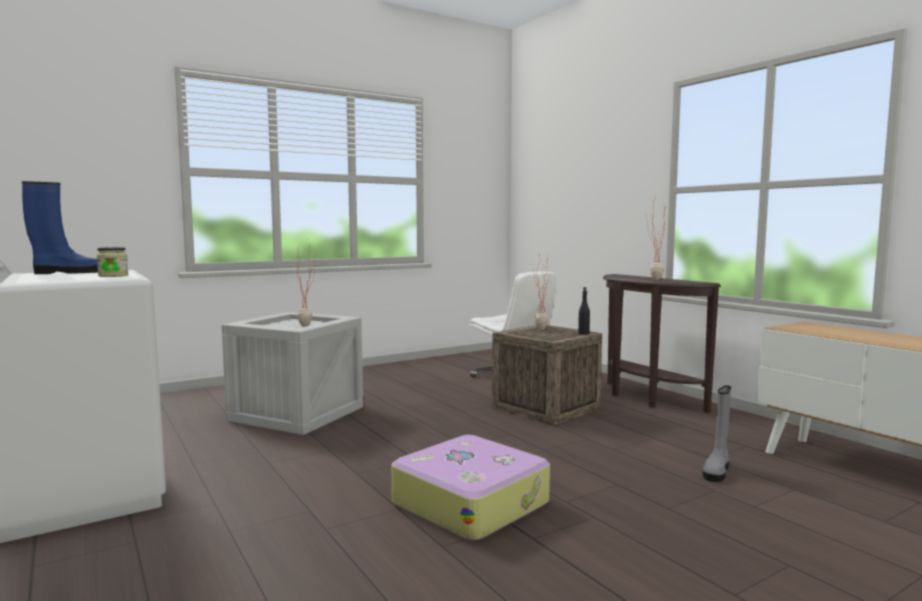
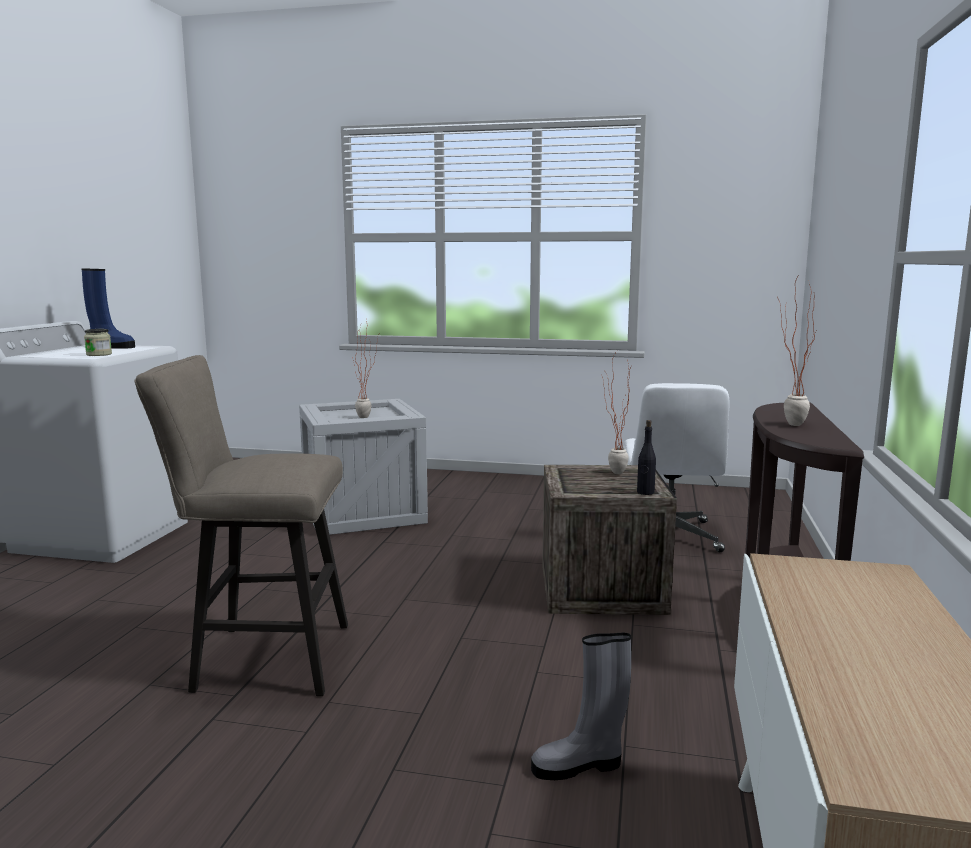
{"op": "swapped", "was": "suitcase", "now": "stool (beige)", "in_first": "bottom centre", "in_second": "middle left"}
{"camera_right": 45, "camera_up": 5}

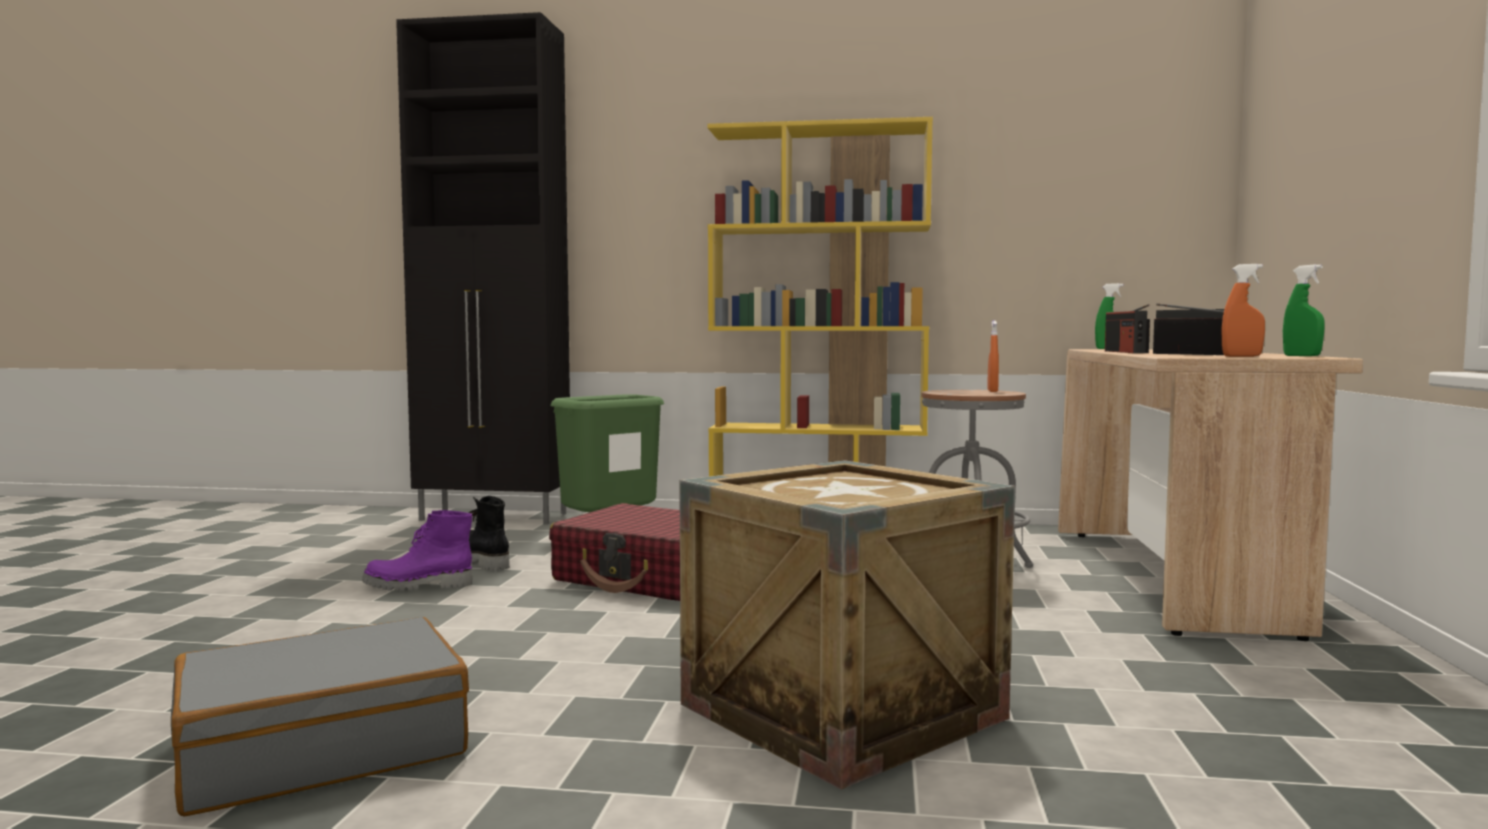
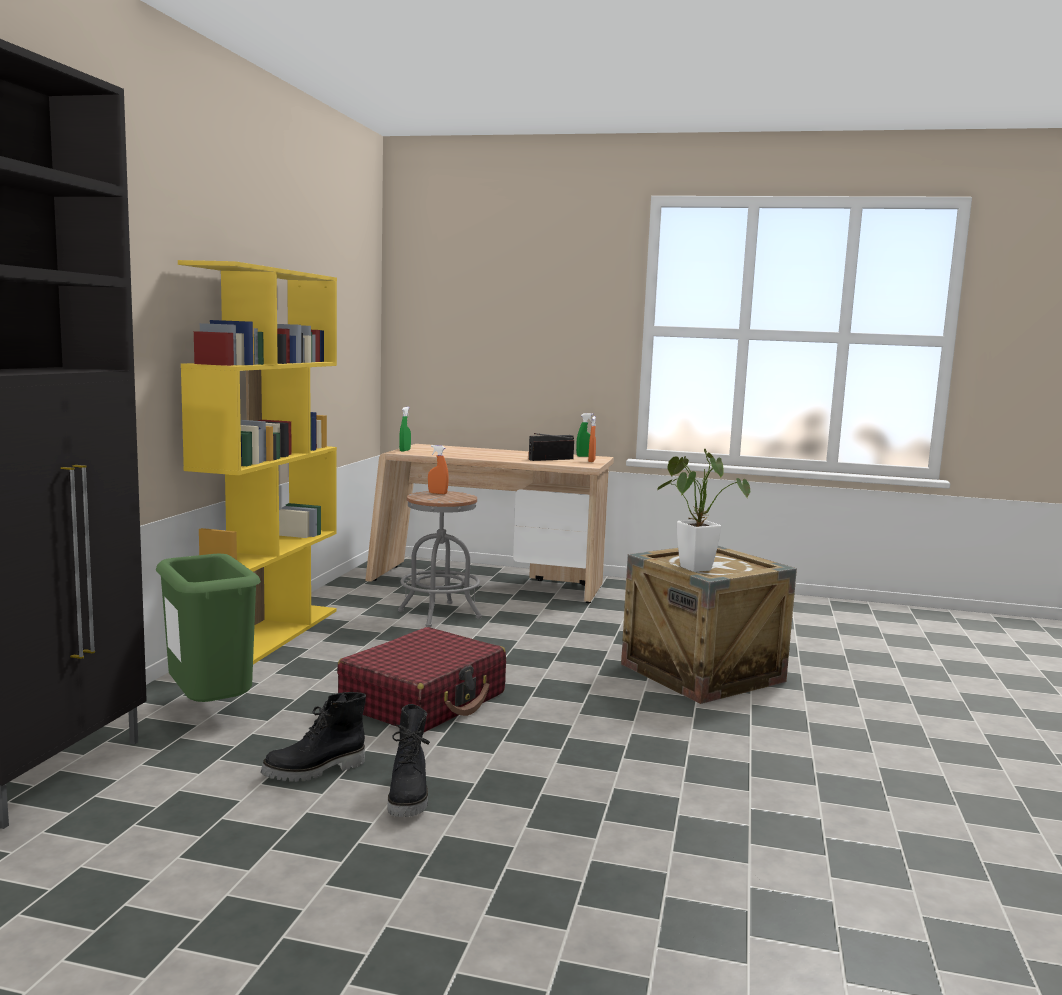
{"op": "gone", "was": "suitcase (grey)", "in_first": "bottom left"}
{"op": "repainted", "was": "boot (purple)", "now": "boot (black) (no. 2 from left)", "in_first": "middle left", "in_second": "bottom centre"}
{"op": "gone", "was": "radio (no. 1 from left)", "in_first": "middle right"}
{"op": "new", "now": "potted plant", "in_second": "centre"}
{"camera_right": -85, "camera_up": 5}

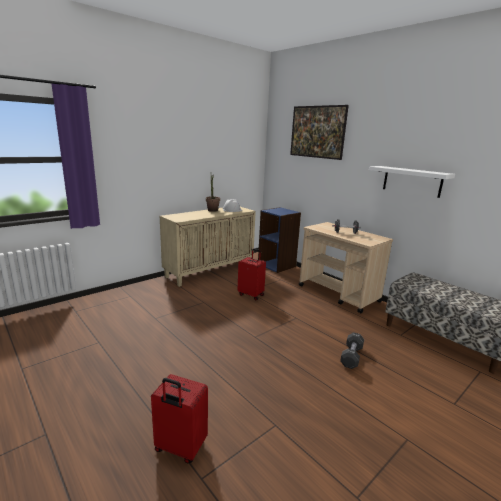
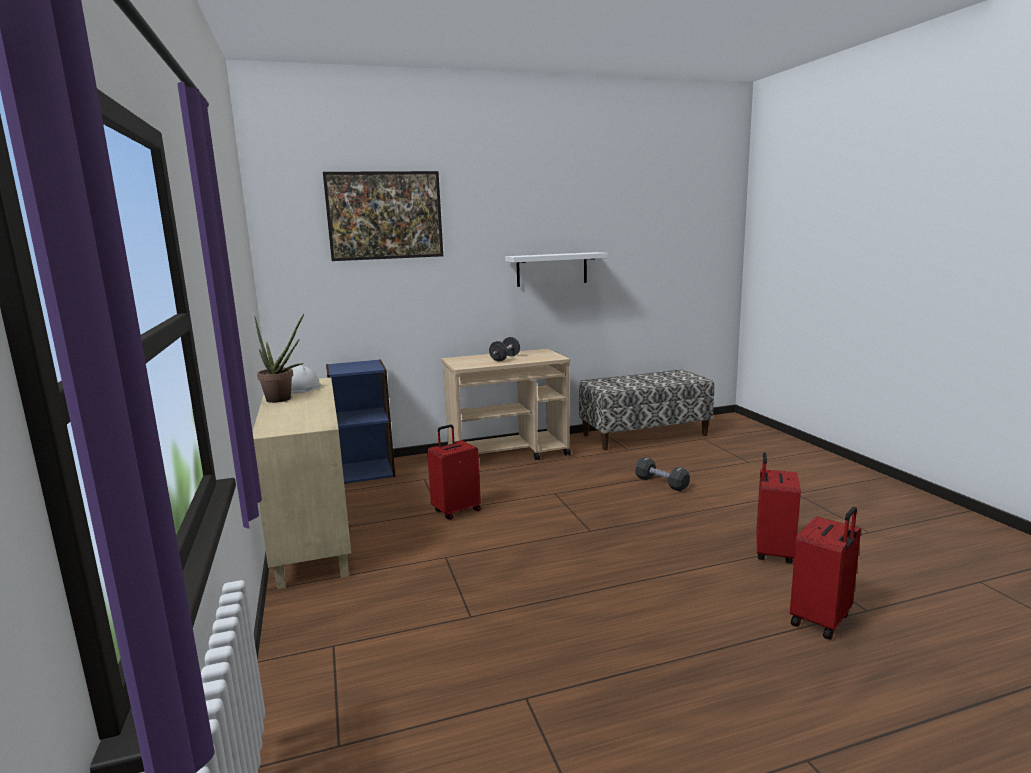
{"op": "new", "now": "suitcase (red) (no. 2 from left)", "in_second": "middle right"}
{"camera_right": -65, "camera_up": -5}

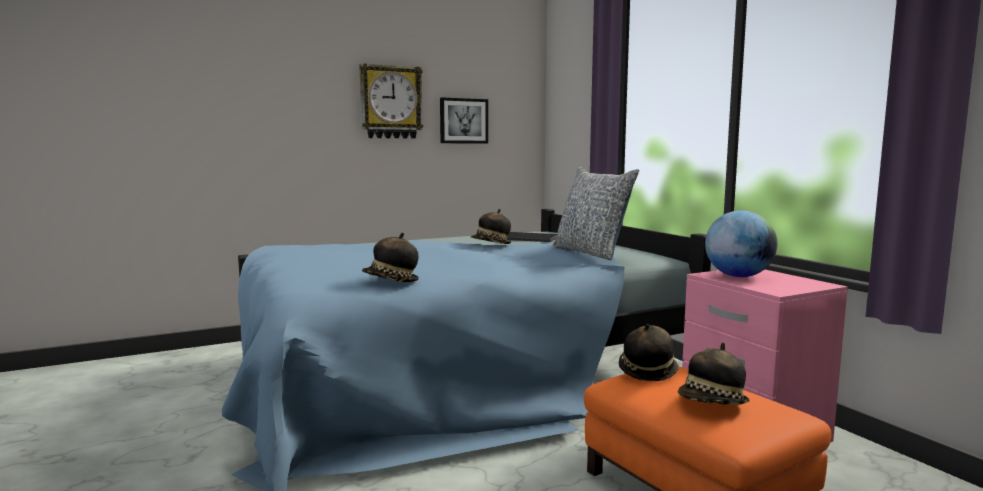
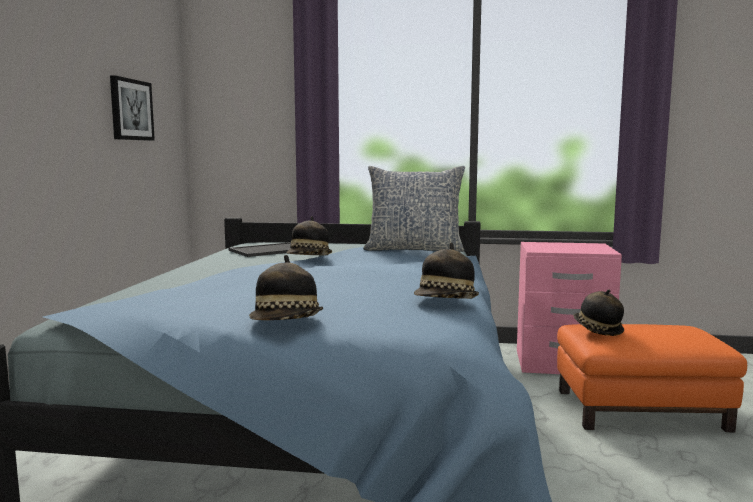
{"op": "gone", "was": "wall clock", "in_first": "top centre"}
{"op": "shifted", "was": "hat (no. 4 from left in the first image)", "now": "hat (no. 1 from left)", "in_first": "bottom right", "in_second": "centre"}
{"op": "gone", "was": "globe", "in_first": "middle right"}
{"camera_right": -55, "camera_up": 0}

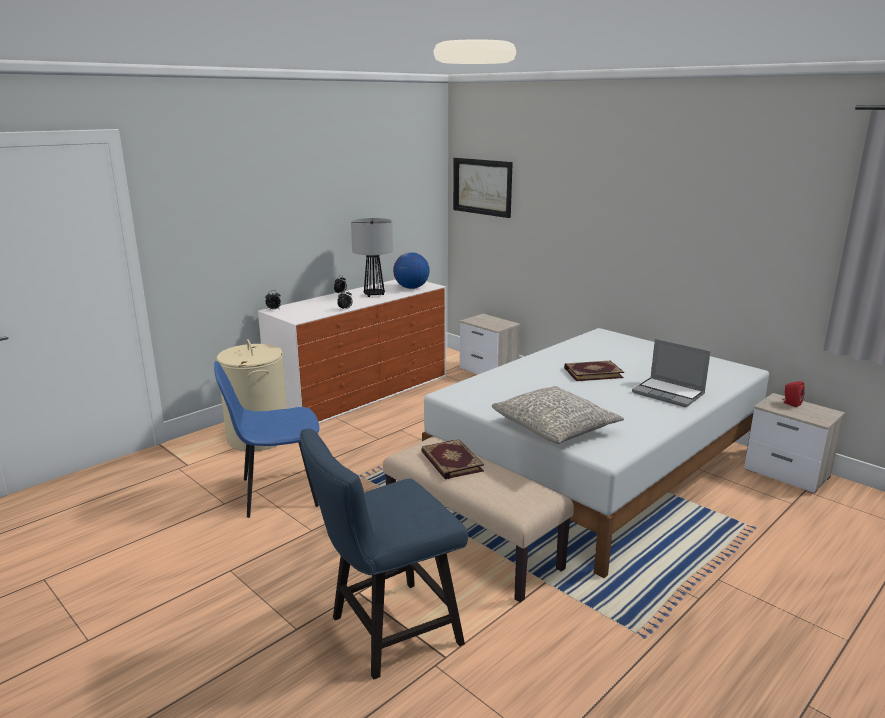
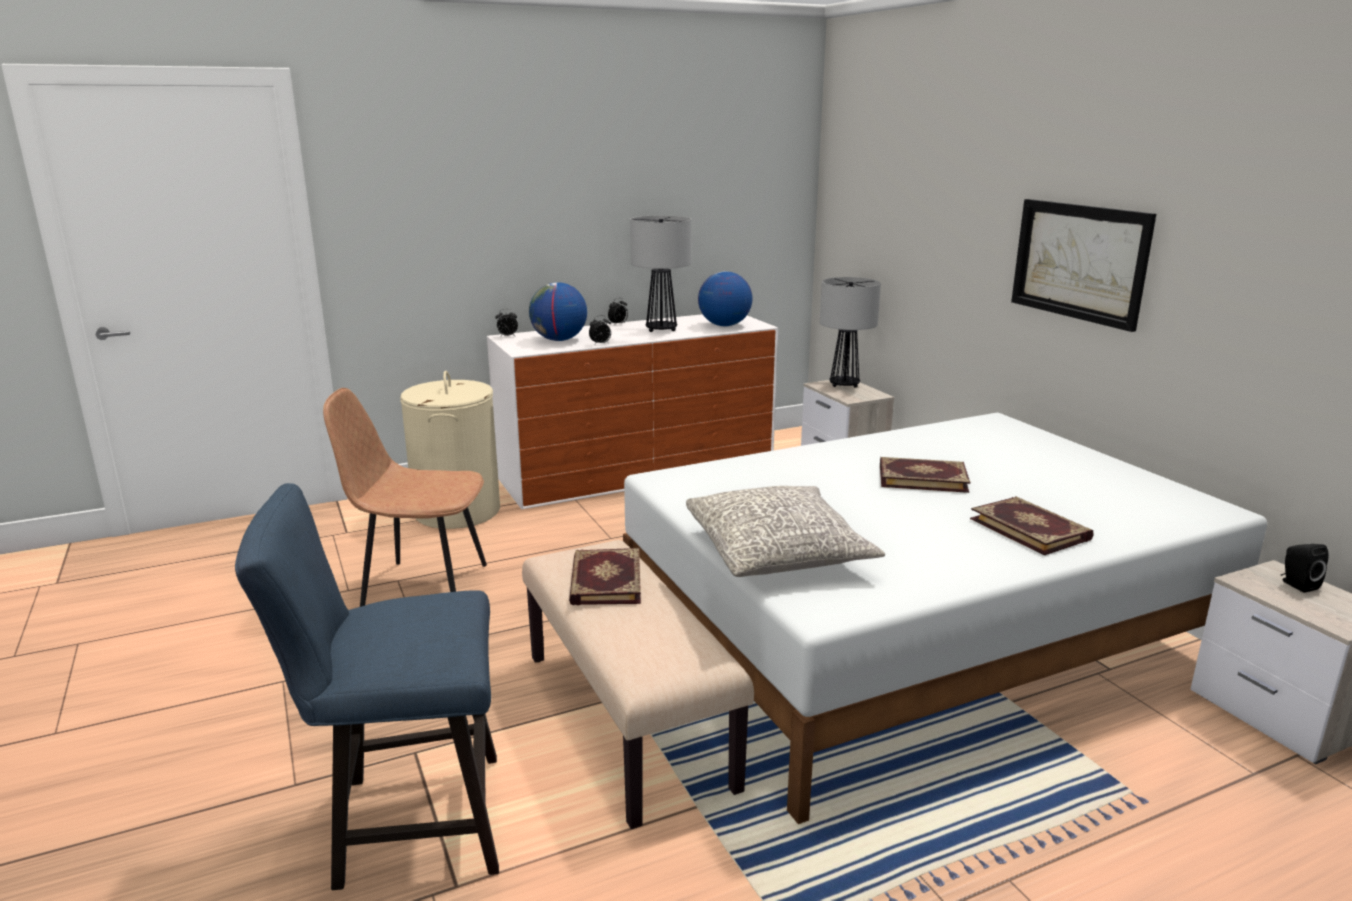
{"op": "repainted", "was": "chair (blue) (no. 1 from left)", "now": "chair (brown)", "in_first": "middle left", "in_second": "middle left"}
{"op": "shifted", "was": "picture", "in_first": "top centre", "in_second": "top right"}
{"op": "swapped", "was": "laptop", "now": "book (no. 3 from left)", "in_first": "middle right", "in_second": "middle right"}
{"op": "repainted", "was": "speaker (red)", "now": "speaker (black)", "in_first": "middle right", "in_second": "middle right"}
{"op": "new", "now": "globe (no. 1 from left)", "in_second": "centre"}
{"op": "new", "now": "table lamp (no. 2 from left)", "in_second": "centre"}
{"camera_right": 20, "camera_up": 0}

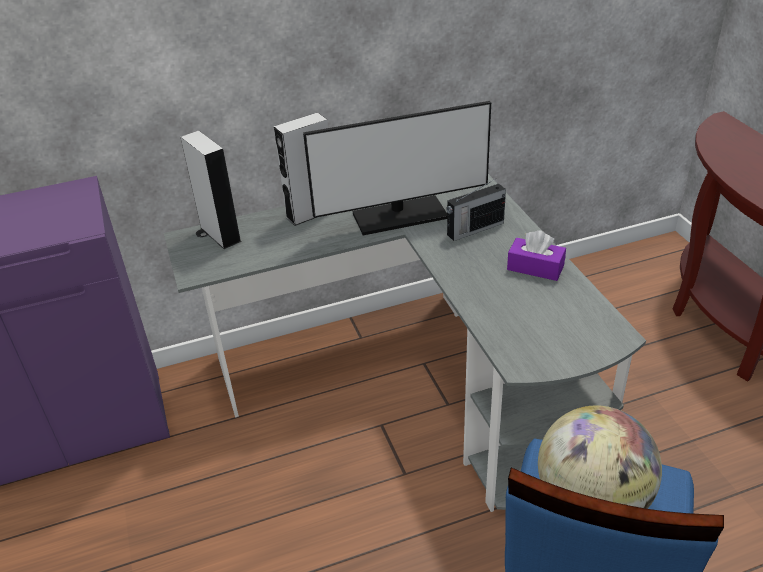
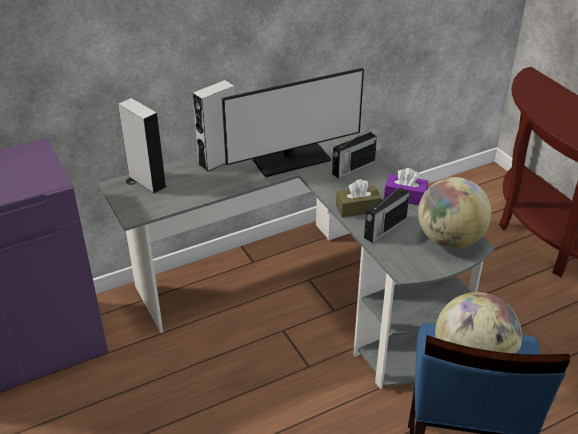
{"op": "new", "now": "tissue box (brown)", "in_second": "centre"}
{"op": "new", "now": "radio (no. 2 from left)", "in_second": "middle right"}
{"op": "new", "now": "globe (no. 1 from left)", "in_second": "middle right"}
{"camera_right": -10, "camera_up": 0}

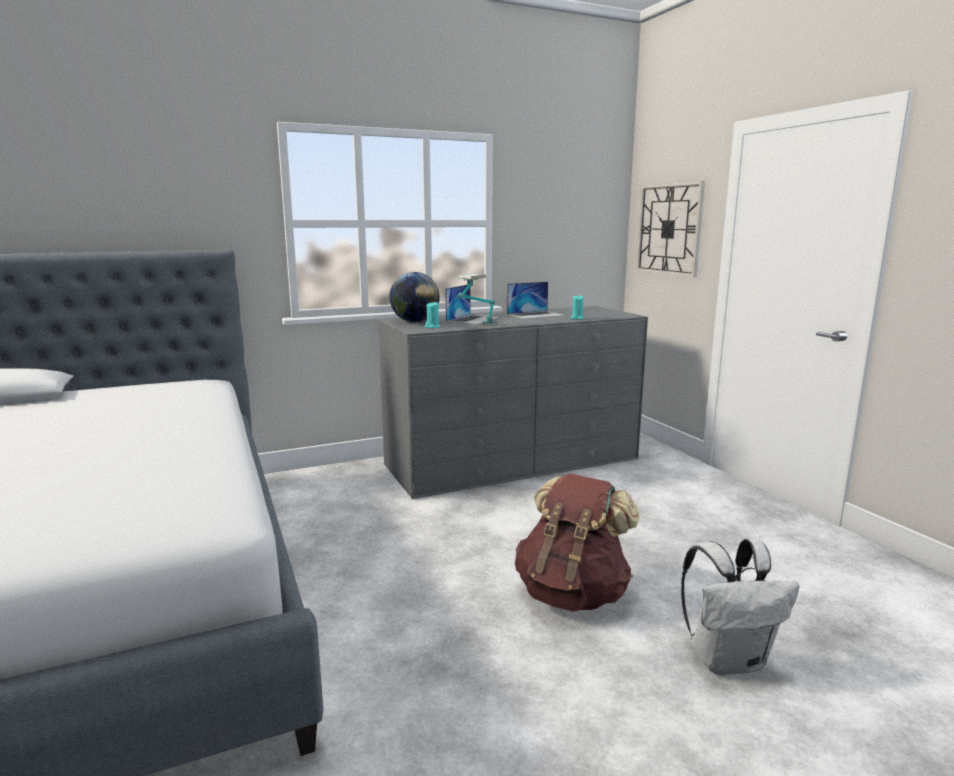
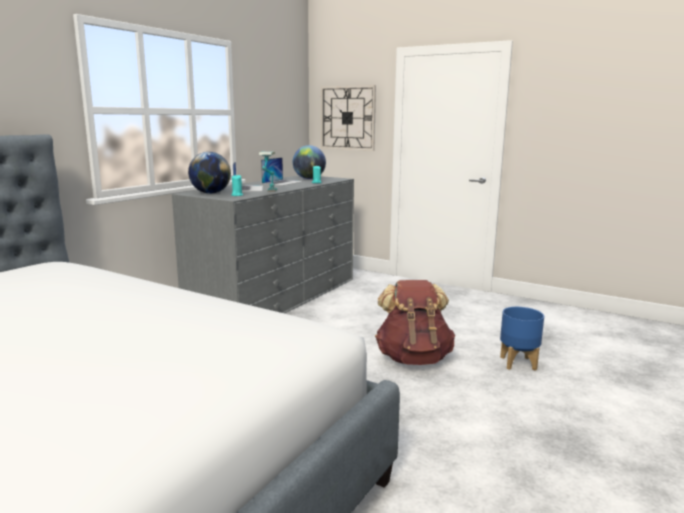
{"op": "swapped", "was": "backpack (white)", "now": "planter (blue)", "in_first": "bottom right", "in_second": "middle right"}
{"op": "new", "now": "globe (no. 2 from left)", "in_second": "top centre"}
{"camera_right": -35, "camera_up": 0}

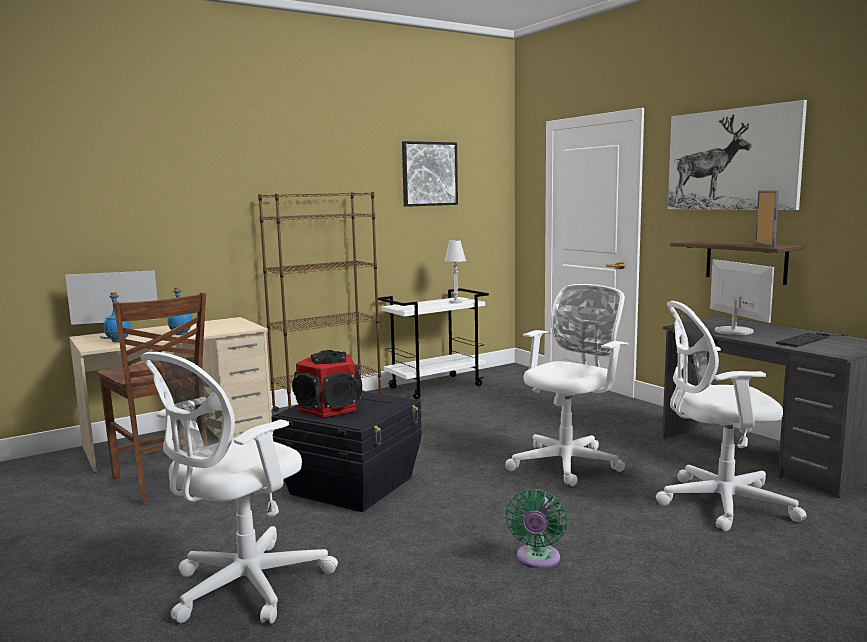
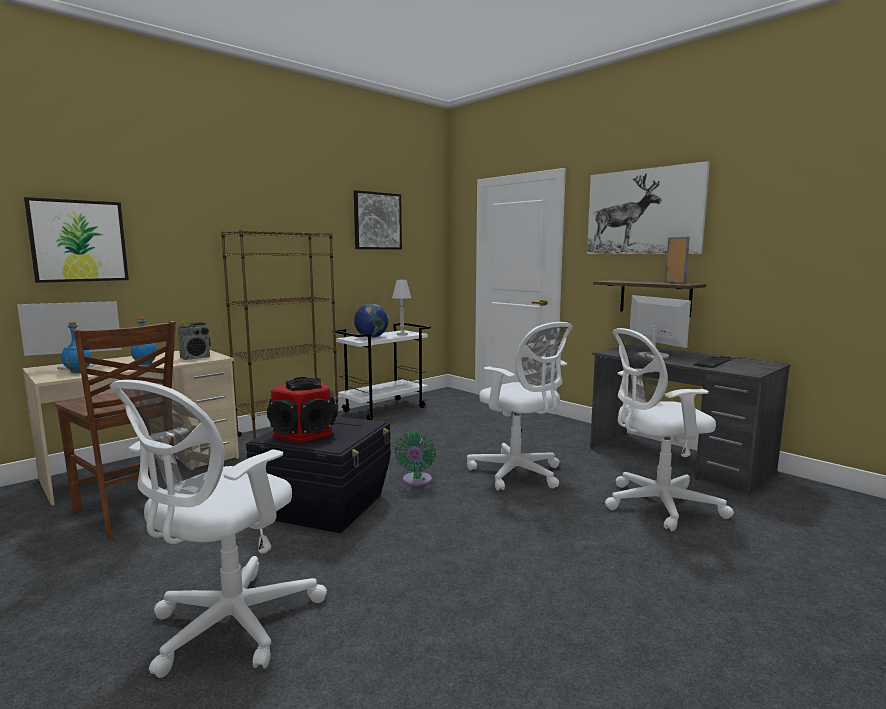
{"op": "rotated", "was": "office chair (white) (no. 2 from left)", "in_first": "centre", "in_second": "centre", "clockwise": 105}
{"op": "shifted", "was": "fan (green)", "in_first": "bottom centre", "in_second": "centre"}
{"op": "new", "now": "picture (no. 1 from left)", "in_second": "middle left"}
{"op": "new", "now": "radio", "in_second": "middle left"}
{"op": "new", "now": "globe", "in_second": "centre"}
{"camera_right": -10, "camera_up": 0}

